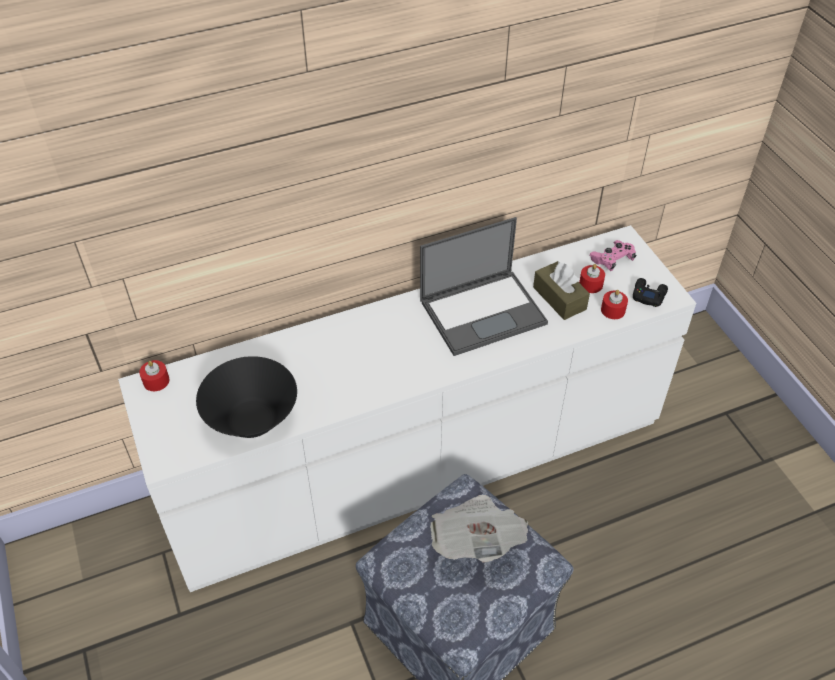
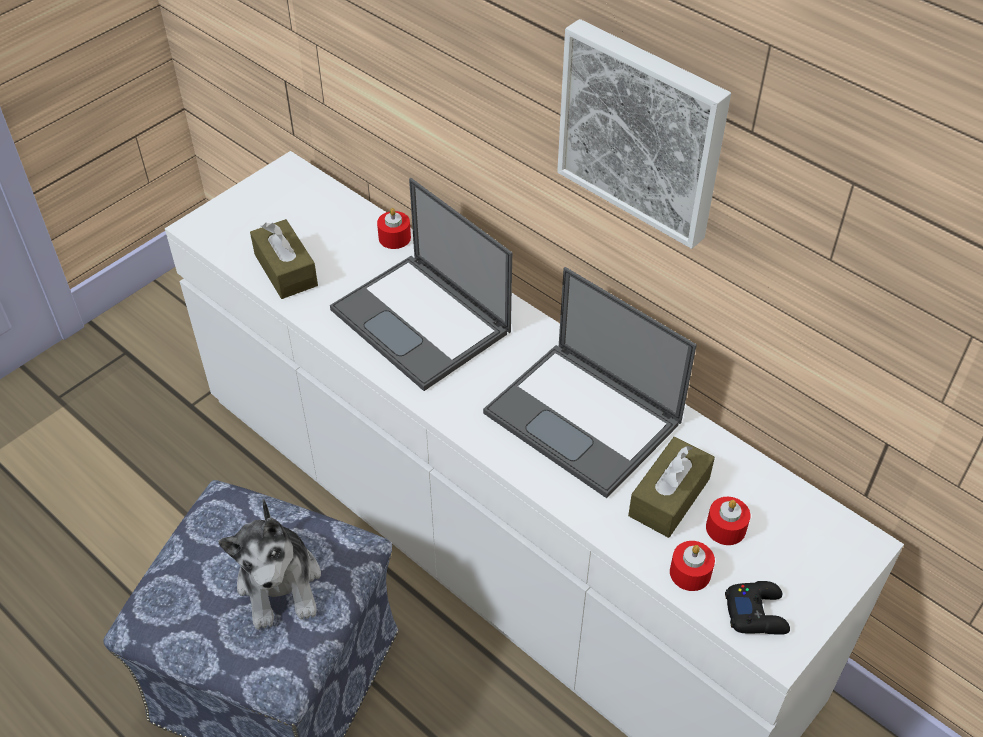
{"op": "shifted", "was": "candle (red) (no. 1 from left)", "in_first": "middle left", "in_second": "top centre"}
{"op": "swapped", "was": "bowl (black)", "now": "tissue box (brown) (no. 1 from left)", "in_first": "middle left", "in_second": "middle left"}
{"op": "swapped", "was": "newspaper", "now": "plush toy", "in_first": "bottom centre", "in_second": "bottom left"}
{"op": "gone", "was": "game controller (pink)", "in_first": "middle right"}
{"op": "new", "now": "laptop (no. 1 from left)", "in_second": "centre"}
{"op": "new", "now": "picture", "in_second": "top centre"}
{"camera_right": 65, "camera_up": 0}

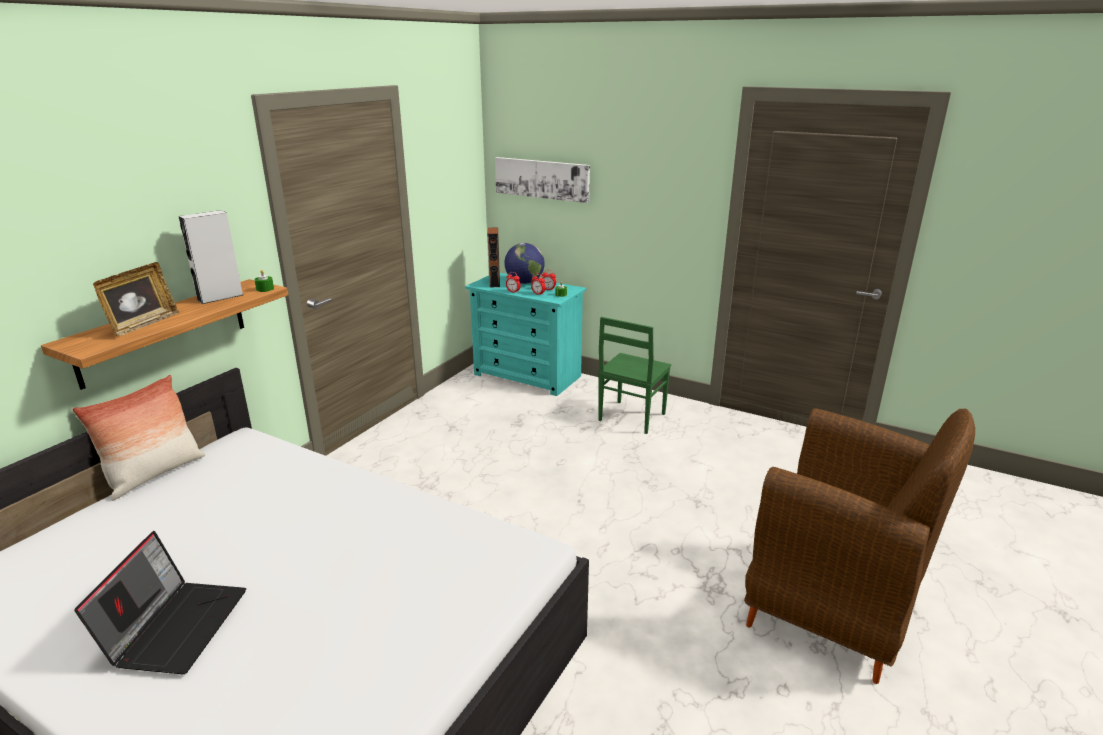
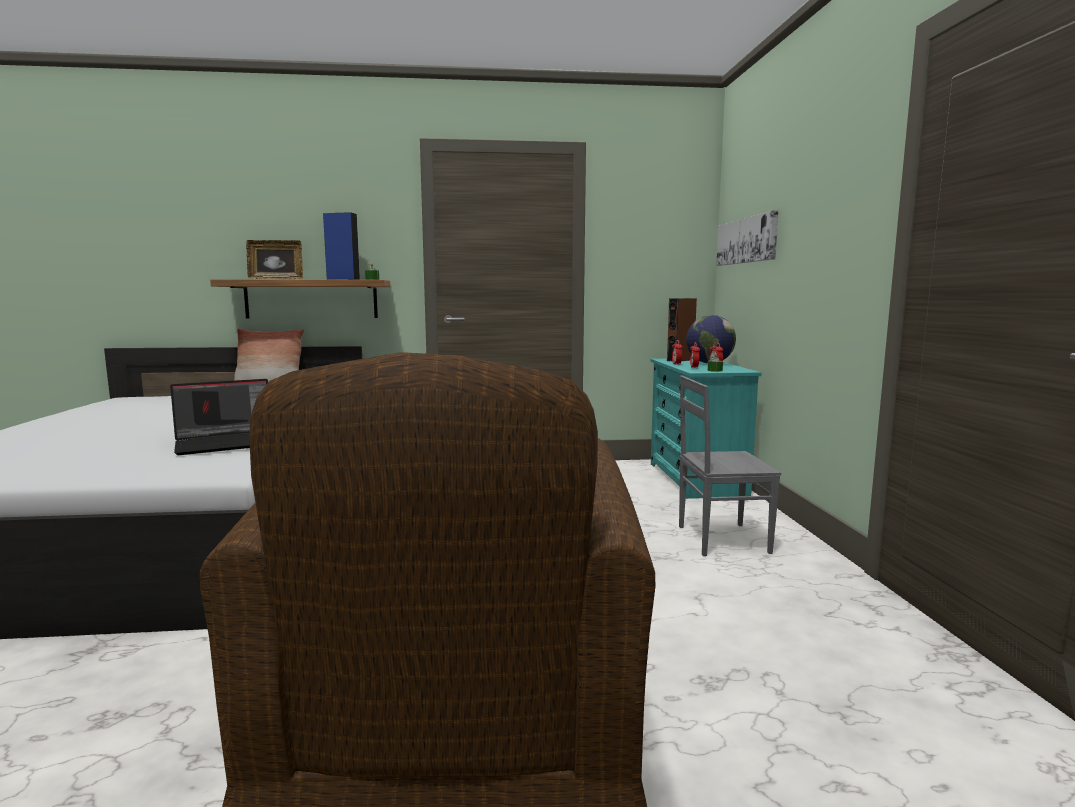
{"op": "shifted", "was": "laptop", "in_first": "bottom left", "in_second": "middle left"}
{"op": "repainted", "was": "speaker (grey)", "now": "speaker (blue)", "in_first": "middle left", "in_second": "top left"}
{"op": "repainted", "was": "chair (green)", "now": "chair (grey)", "in_first": "centre", "in_second": "middle right"}
{"camera_right": 55, "camera_up": -15}

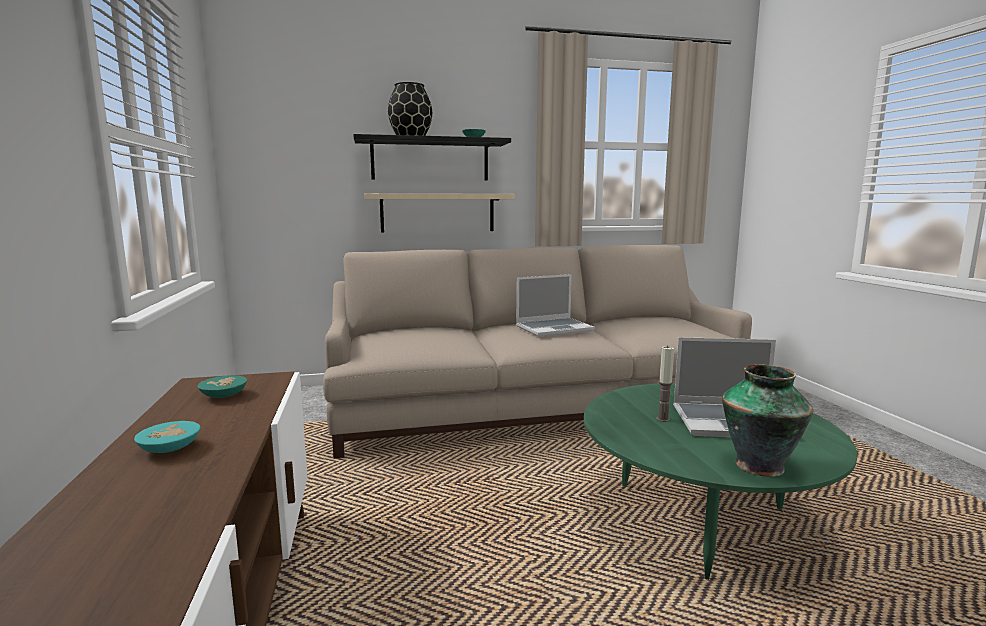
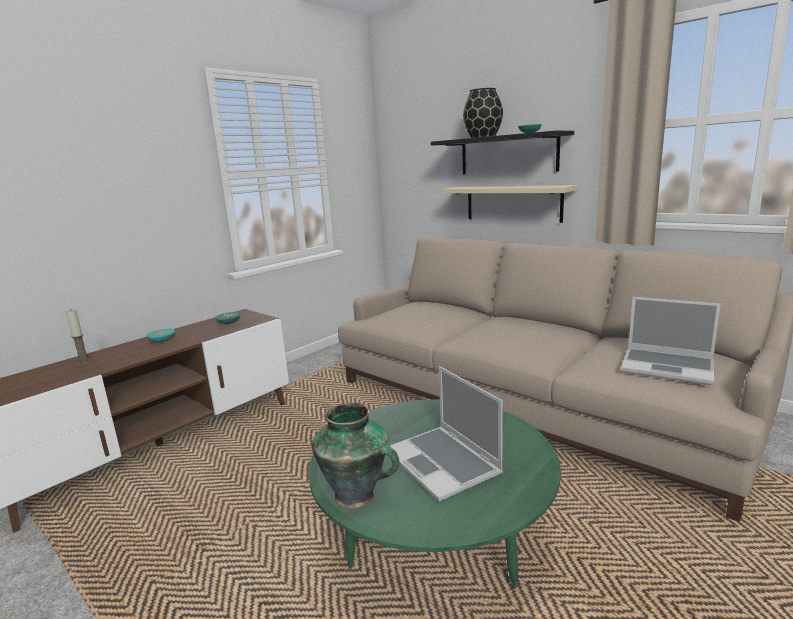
{"op": "shifted", "was": "laptop (no. 1 from left in the first image)", "now": "laptop (no. 2 from left)", "in_first": "centre", "in_second": "middle right"}
{"op": "shifted", "was": "candle", "in_first": "middle right", "in_second": "middle left"}
{"camera_right": 55, "camera_up": 5}

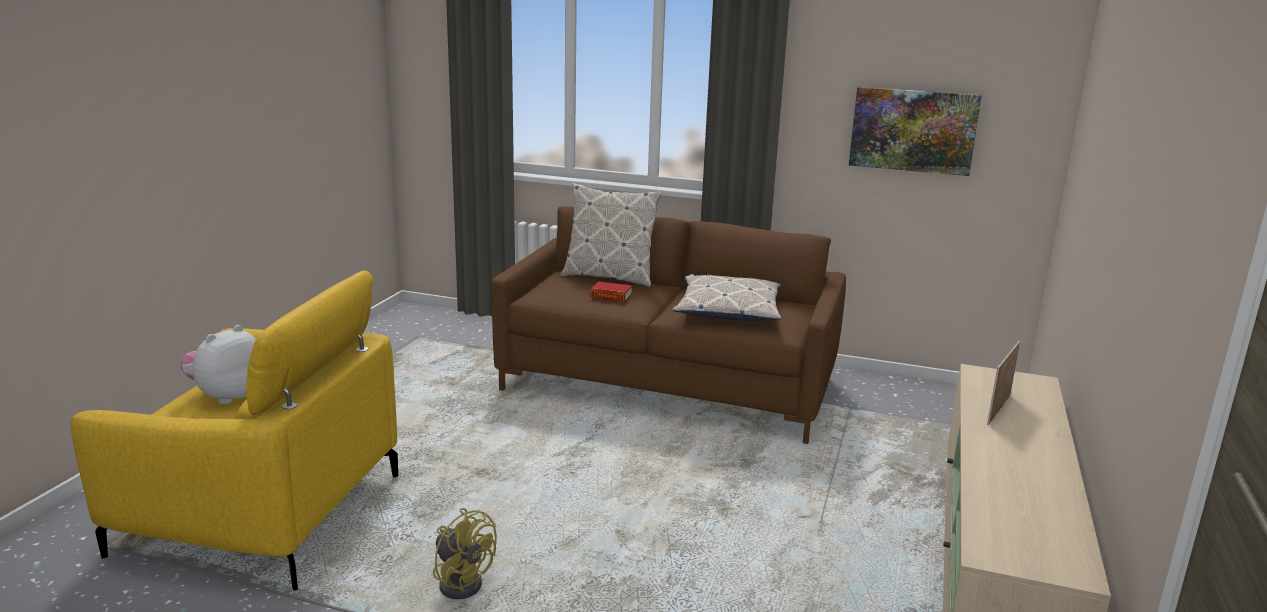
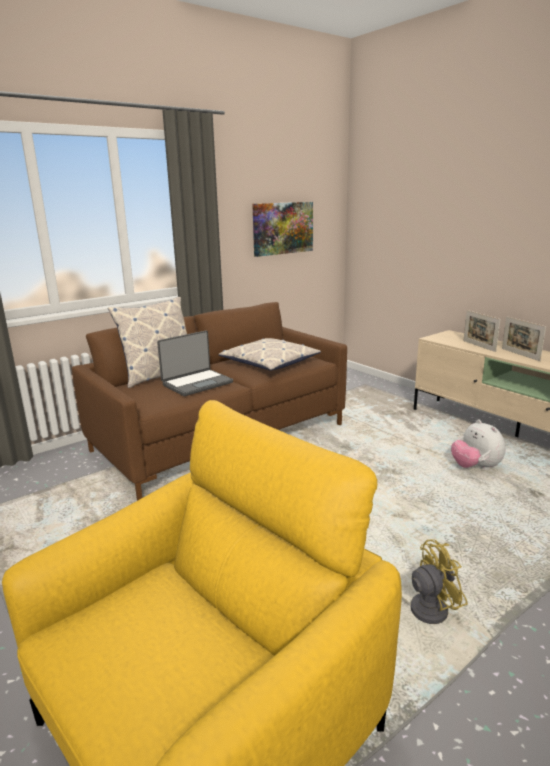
{"op": "shifted", "was": "plush toy", "in_first": "middle left", "in_second": "middle right"}
{"op": "swapped", "was": "book", "now": "laptop", "in_first": "centre", "in_second": "centre"}
{"op": "new", "now": "picture frame (no. 2 from left)", "in_second": "middle right"}
{"camera_right": -55, "camera_up": 0}

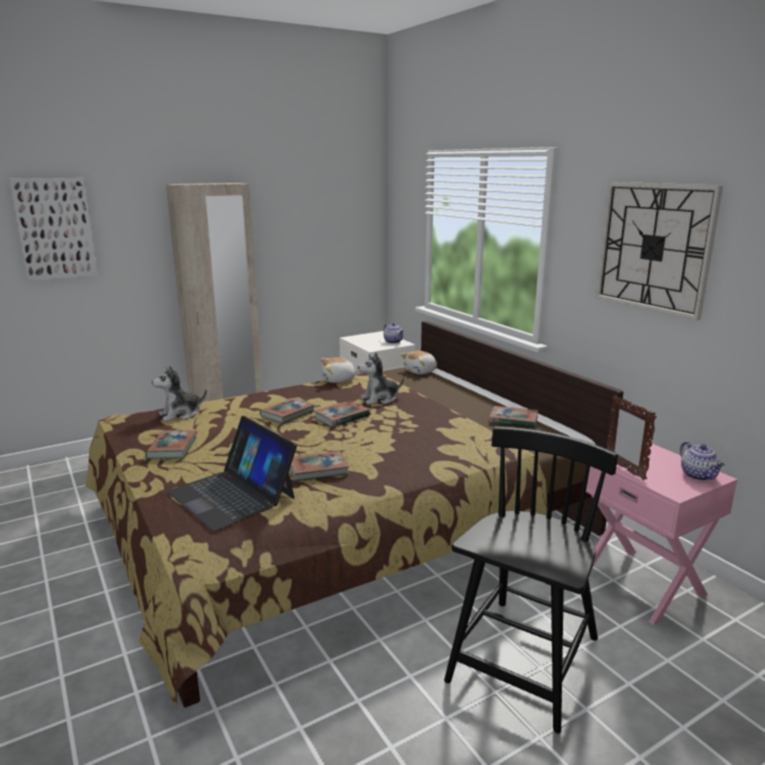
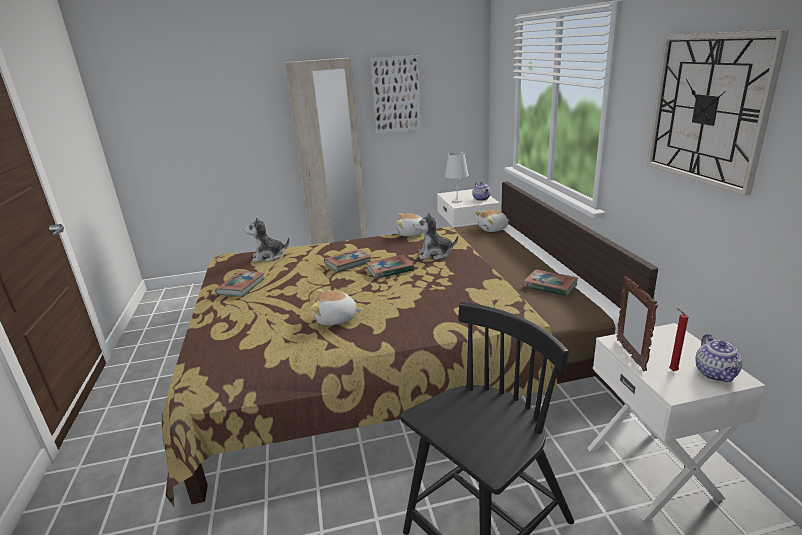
{"op": "shifted", "was": "picture", "in_first": "top left", "in_second": "top centre"}
{"op": "gone", "was": "laptop", "in_first": "middle left"}
{"op": "swapped", "was": "book (no. 3 from left)", "now": "plush toy (no. 2 from left)", "in_first": "centre", "in_second": "centre"}
{"op": "repainted", "was": "nightstand (pink)", "now": "nightstand (white) (no. 2 from left)", "in_first": "bottom right", "in_second": "bottom right"}
{"op": "new", "now": "table lamp (white)", "in_second": "top centre"}
{"op": "new", "now": "candle (red)", "in_second": "middle right"}
{"camera_right": 20, "camera_up": 5}

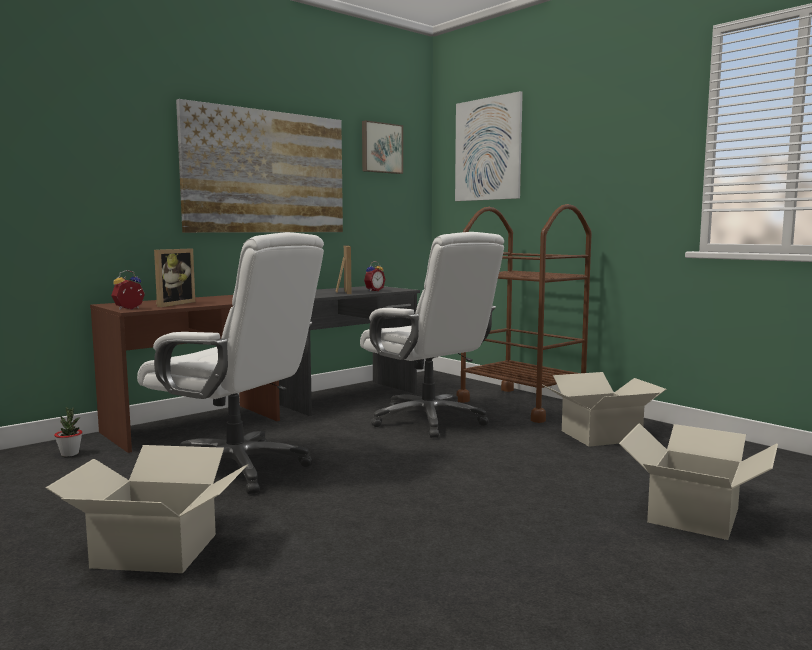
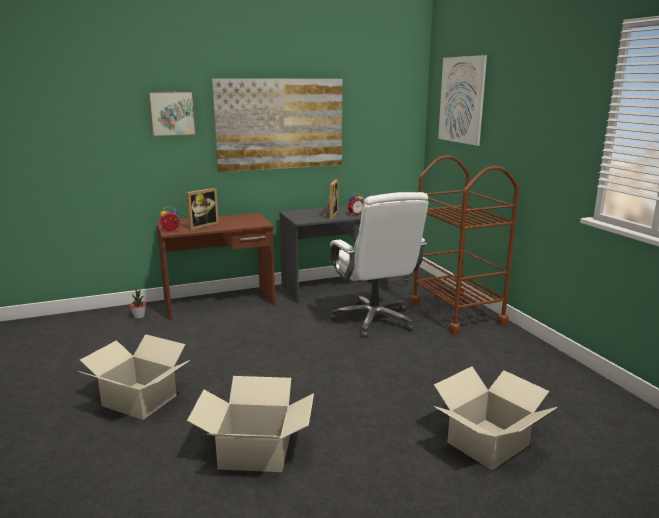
{"op": "gone", "was": "office chair (white) (no. 1 from left)", "in_first": "middle left"}
{"op": "shifted", "was": "picture (no. 2 from left in the first image)", "now": "picture (no. 1 from left)", "in_first": "top centre", "in_second": "top left"}
{"op": "shifted", "was": "cardboard box (no. 2 from left)", "in_first": "middle right", "in_second": "bottom centre"}
{"camera_right": 20, "camera_up": 10}

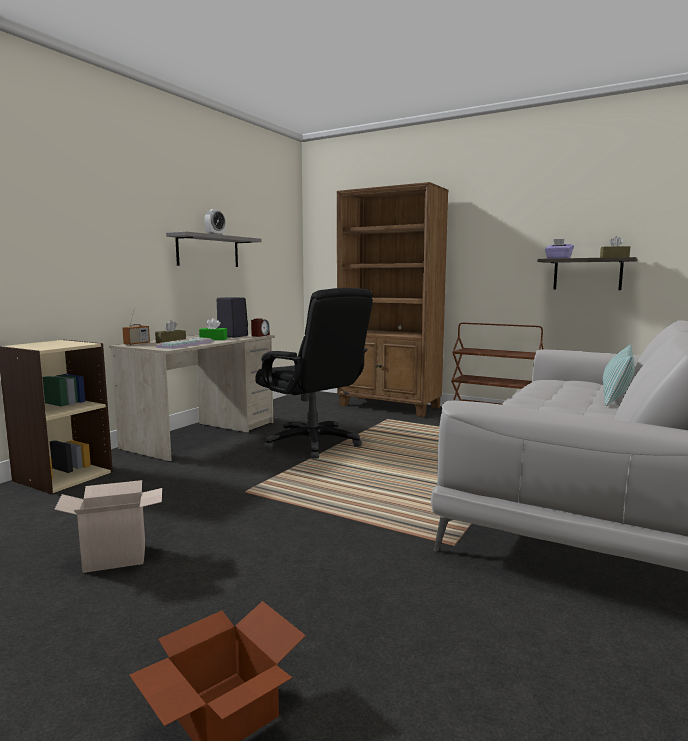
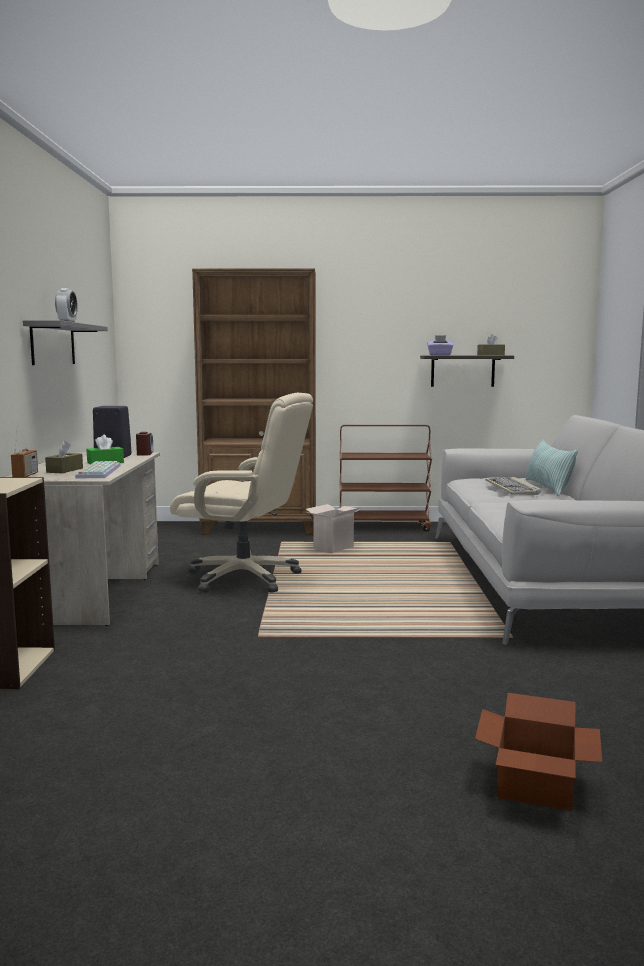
{"op": "shifted", "was": "cardboard box (no. 1 from left)", "in_first": "bottom left", "in_second": "centre"}
{"op": "repainted", "was": "office chair (black)", "now": "office chair (beige)", "in_first": "centre", "in_second": "centre"}
{"op": "new", "now": "keyboard (no. 2 from left)", "in_second": "middle right"}
{"camera_right": -30, "camera_up": 0}

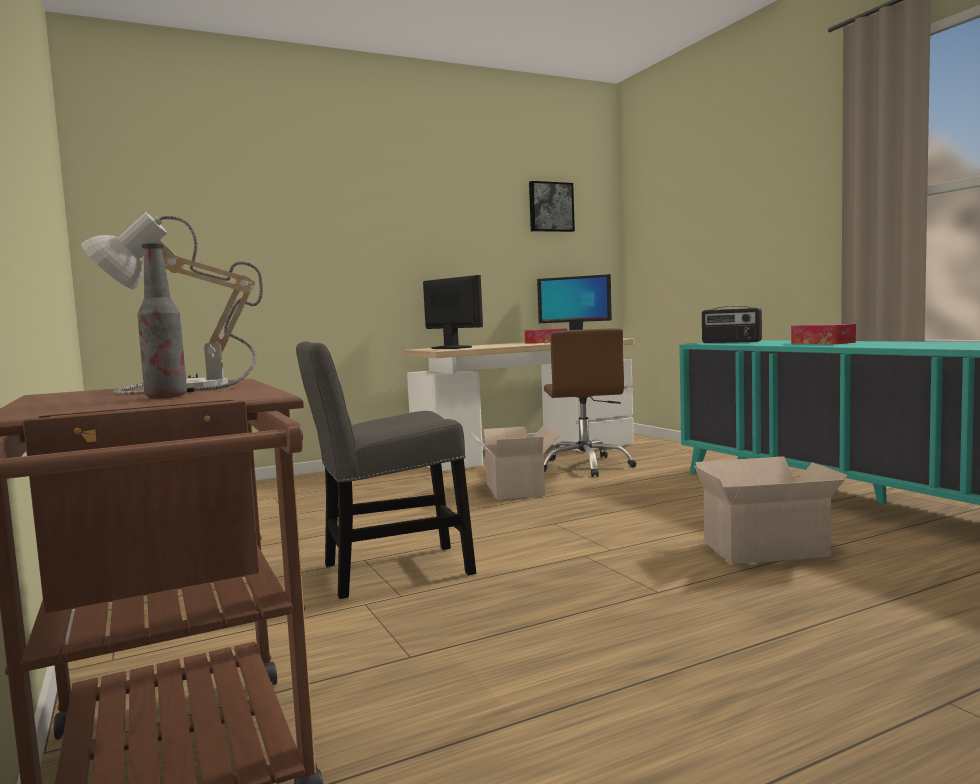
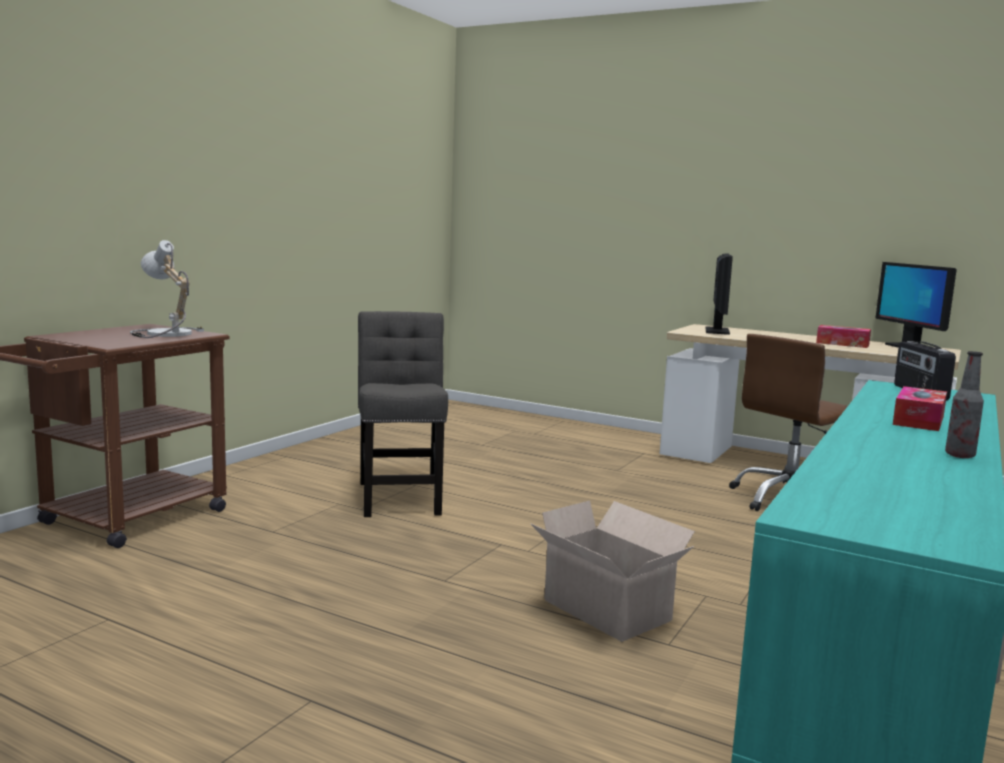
{"op": "shifted", "was": "bottle", "in_first": "middle left", "in_second": "middle right"}
{"op": "rotated", "was": "chair (grey)", "in_first": "centre", "in_second": "centre", "clockwise": 45}
{"op": "gone", "was": "cardboard box (no. 1 from left)", "in_first": "centre"}
{"op": "gone", "was": "picture", "in_first": "top centre"}
{"camera_right": 55, "camera_up": 5}

